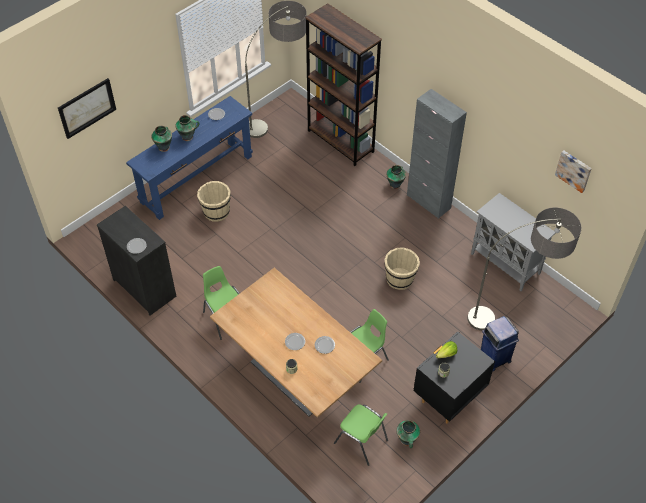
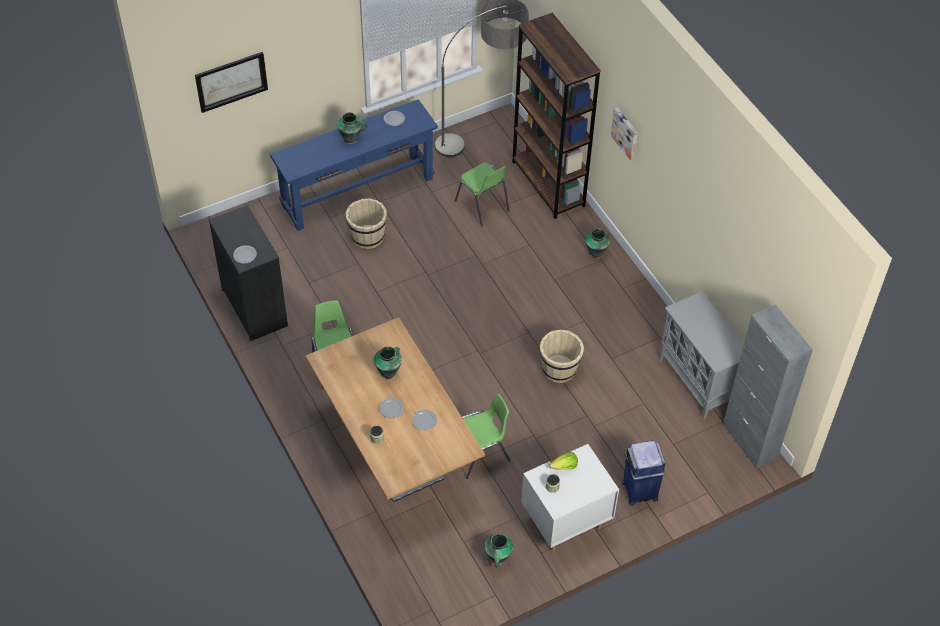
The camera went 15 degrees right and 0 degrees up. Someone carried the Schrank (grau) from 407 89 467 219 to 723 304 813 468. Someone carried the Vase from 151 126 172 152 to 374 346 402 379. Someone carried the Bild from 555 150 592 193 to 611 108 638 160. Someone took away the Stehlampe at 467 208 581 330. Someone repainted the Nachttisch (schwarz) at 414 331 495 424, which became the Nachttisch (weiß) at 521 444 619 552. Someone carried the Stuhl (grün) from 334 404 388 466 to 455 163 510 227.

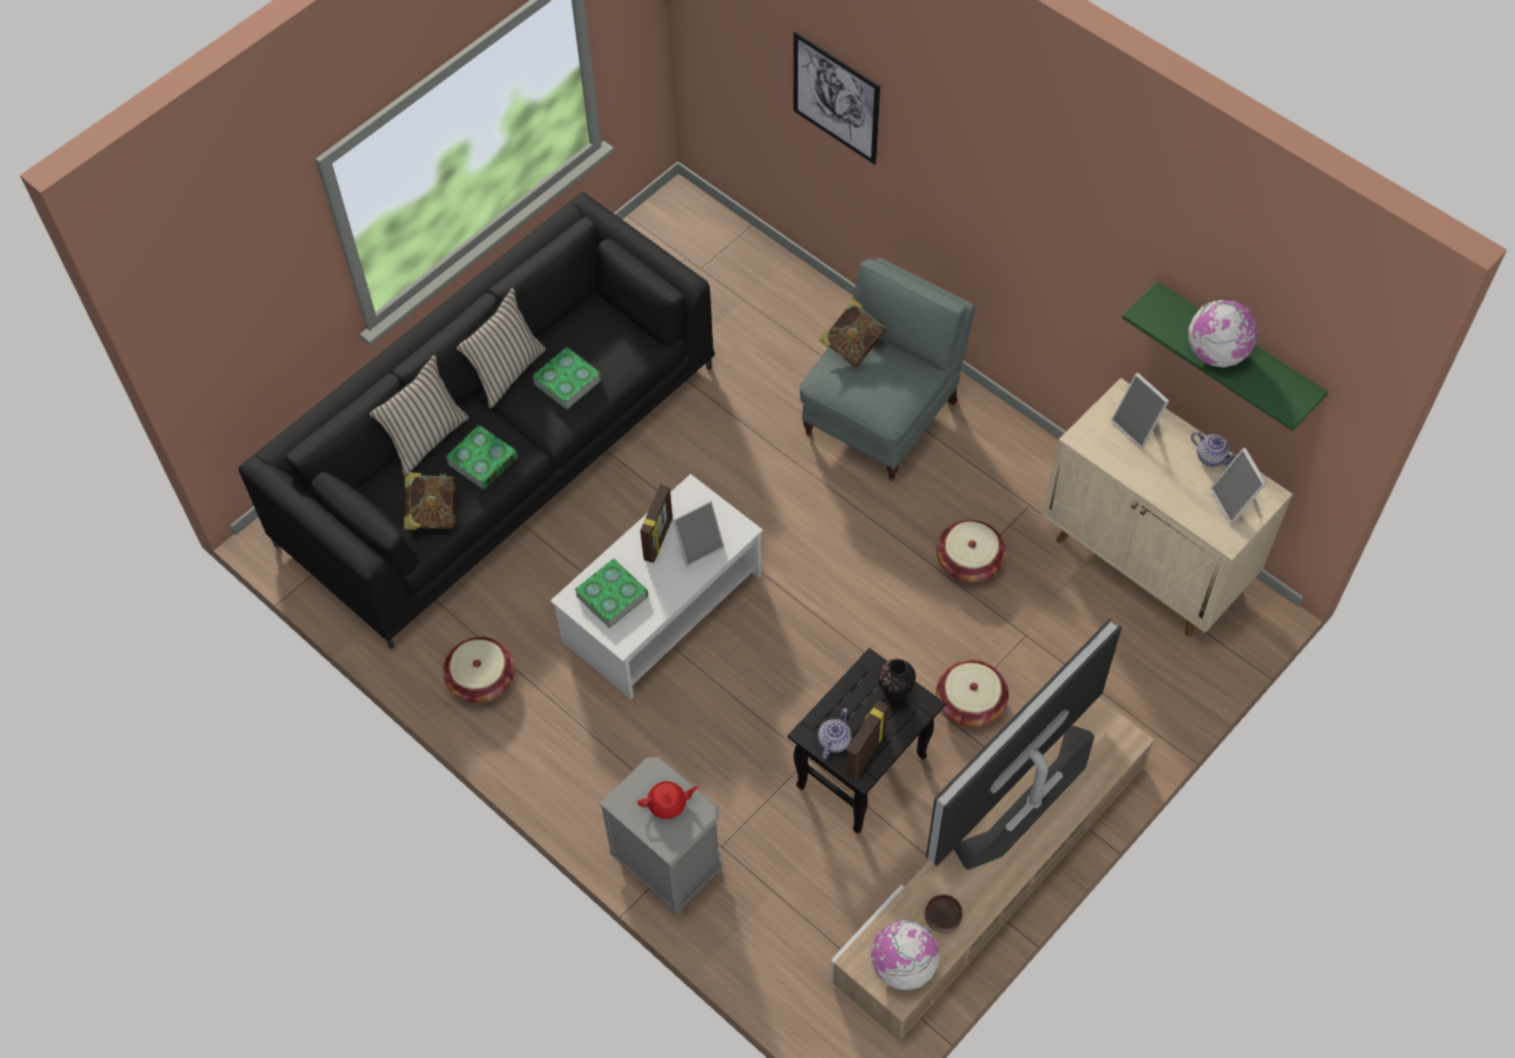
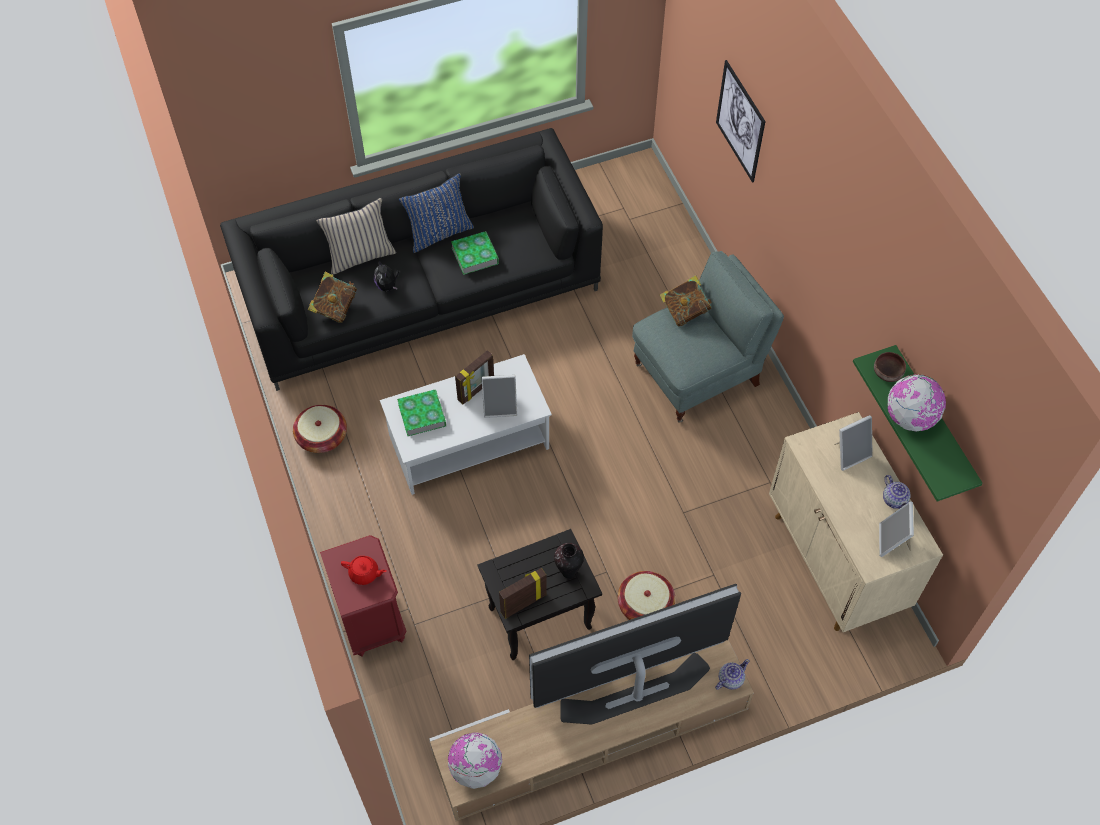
The camera went 25 degrees right and 0 degrees up. Someone repainted the Kissen (beige) at 456 287 546 408, which became the Kissen (blau) at 399 173 474 253. Someone rotated the Bilderrahmen at 1111 373 1169 449 by 105 degrees counterclockwise. Someone swapped the Buch at 446 425 517 490 for the Plüschtier at 374 260 399 291. Someone took away the Korb at 936 520 1006 582. Someone carried the Teekanne from 818 708 851 759 to 715 659 749 690. Someone repainted the Nachttisch (grau) at 599 757 723 913, which became the Nachttisch (rot) at 320 535 406 657. Someone carried the Schüssel (braun) from 924 894 962 933 to 874 352 906 382.

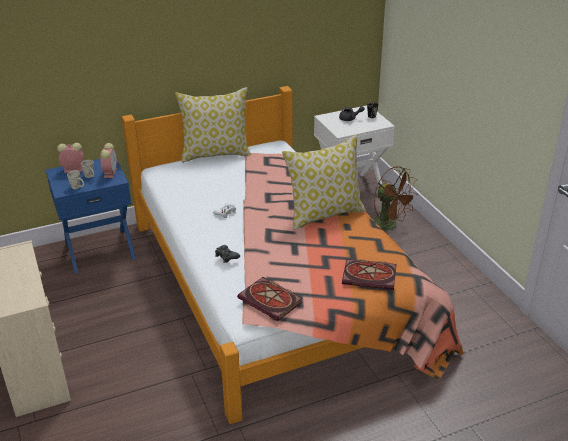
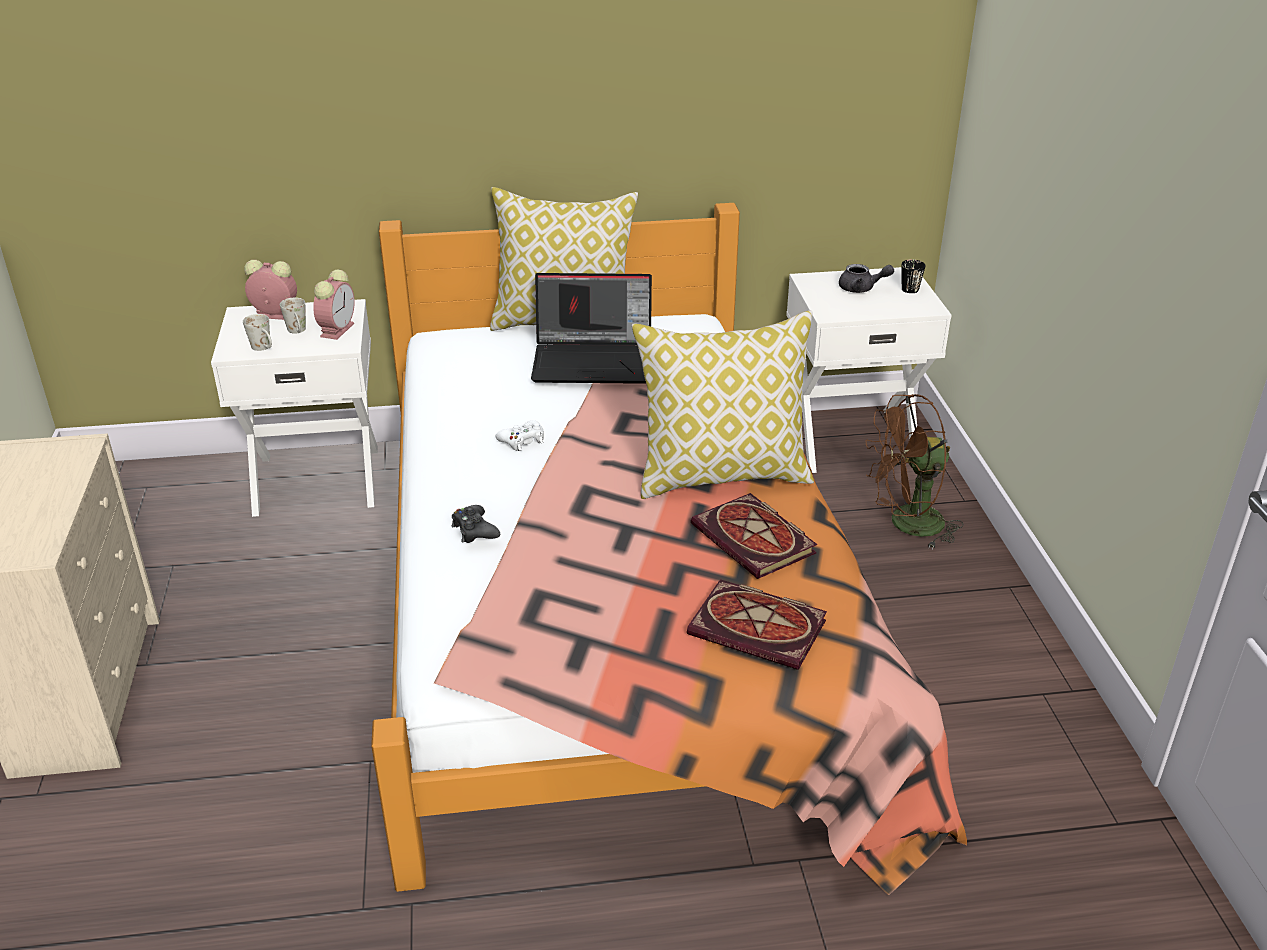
The camera went 15 degrees right and 0 degrees up. Someone repainted the Nachttisch (blau) at 46 159 136 274, which became the Nachttisch (weiß) at 211 299 378 517. Someone rotated the Ventilator (braun) at 373 166 418 230 by 105 degrees clockwise. Someone carried the Buch from 237 277 302 321 to 691 493 817 579. Someone put down the Laptop at 531 273 652 384.

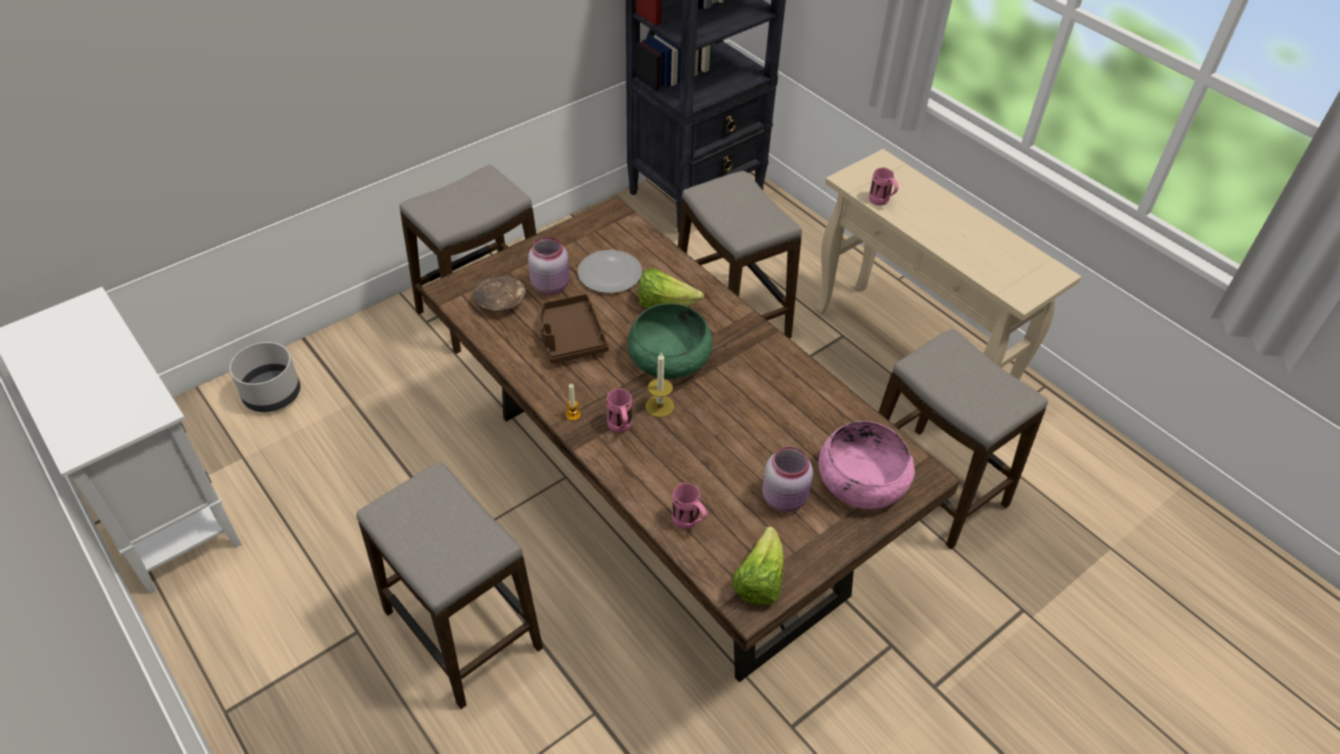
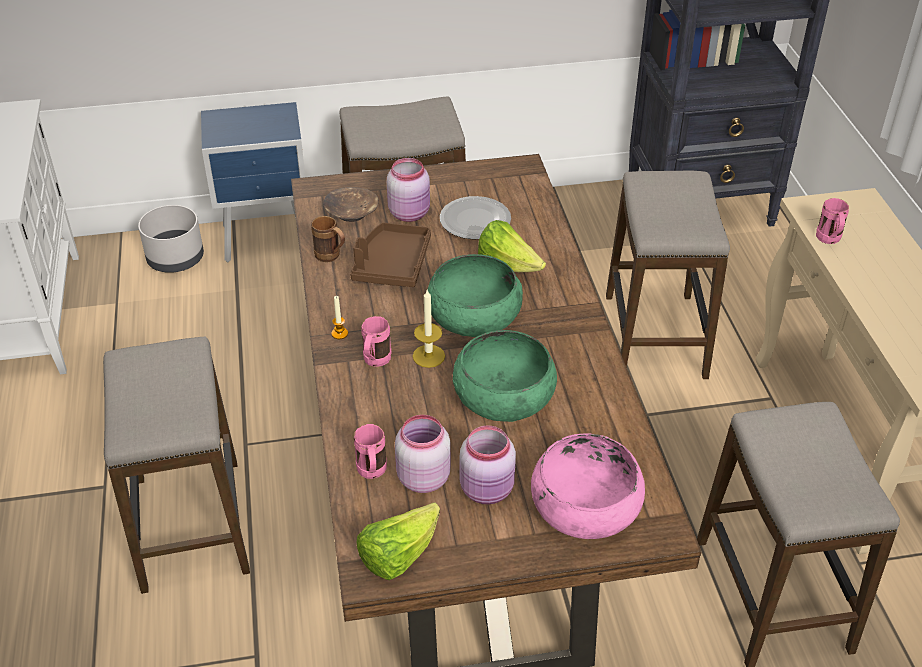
The camera went 30 degrees right and 5 degrees down. Someone put down the Nachttisch (blau) at 201 102 305 262. Someone put down the Henkelbecher (braun) at 311 216 345 262. Someone put down the Schüssel (grün) at 453 330 557 422. Someone put down the Vorratsglas (rosa) at 395 415 451 493.

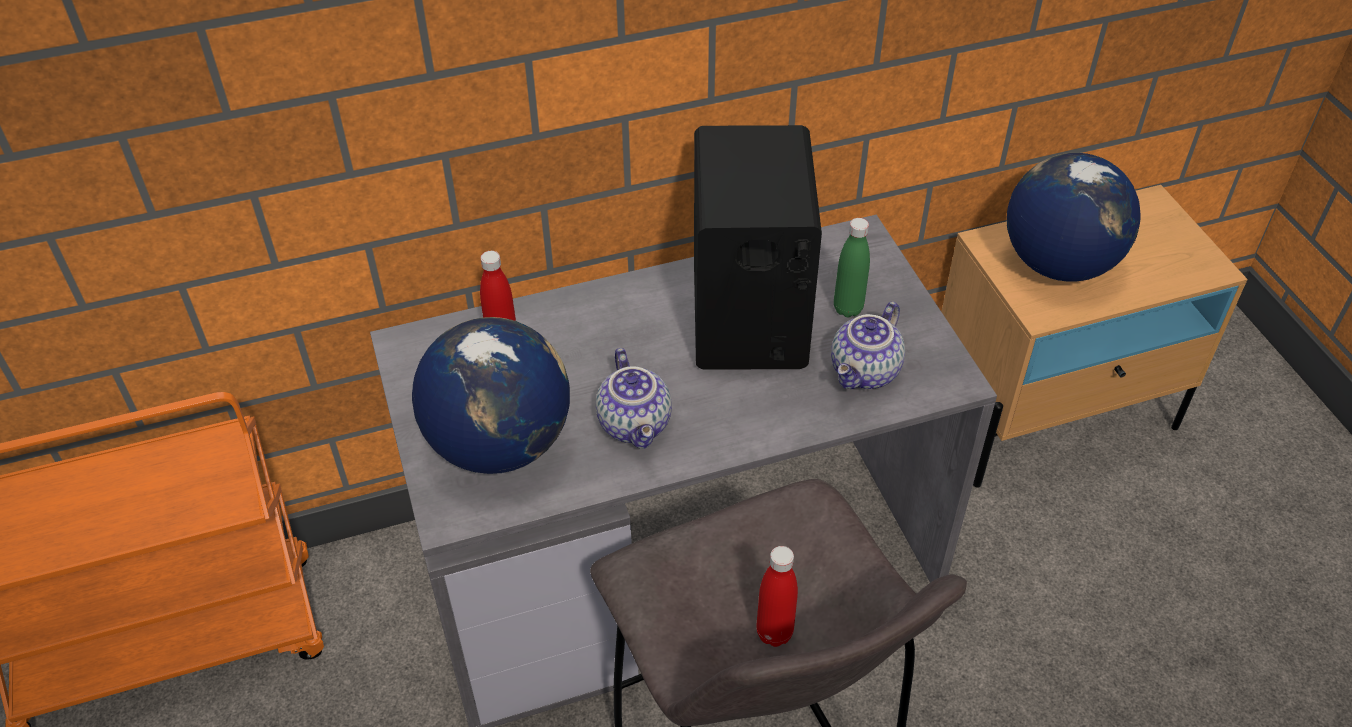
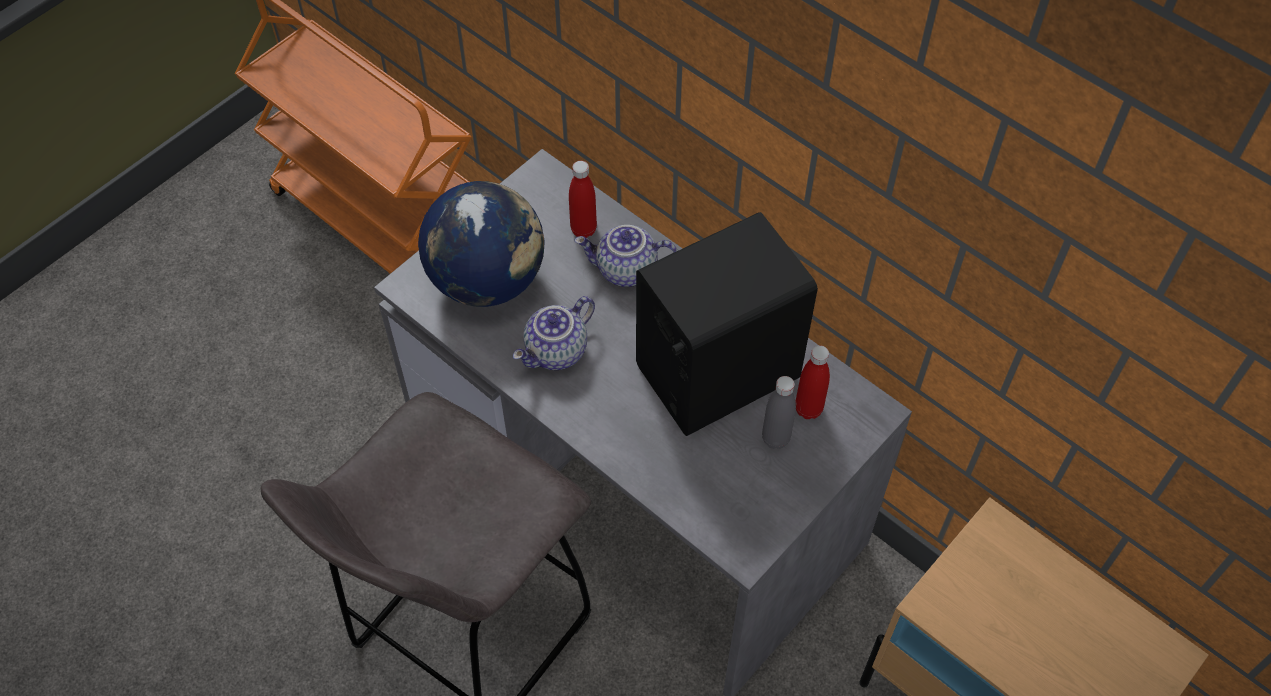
The camera went 60 degrees right and 10 degrees up. Someone took away the Globus at 1007 153 1141 282. Someone repainted the Flasche (grün) at 834 218 870 317, which became the Flasche (grau) at 762 376 796 449. Someone carried the Teekanne from 831 302 905 389 to 574 225 677 287. Someone carried the Flasche (rot) from 756 546 798 647 to 795 345 830 419.

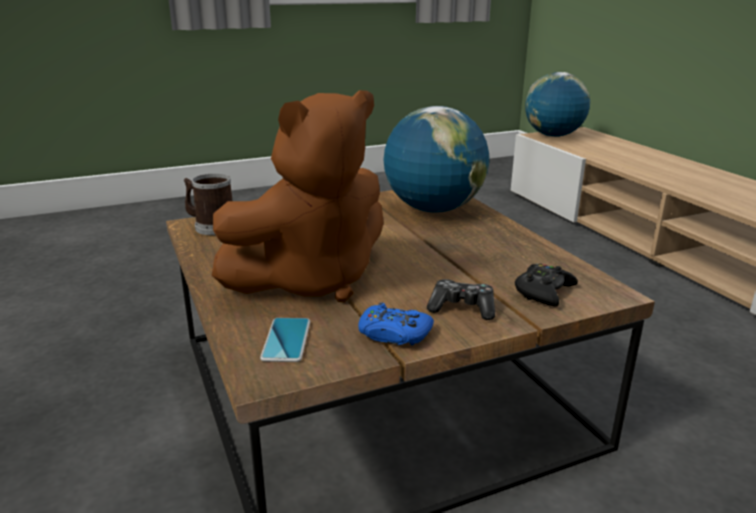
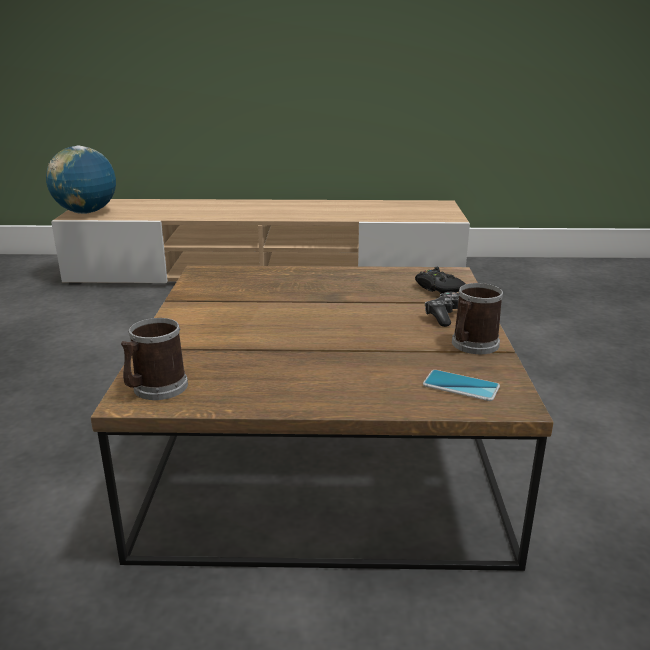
The camera went 65 degrees left and 0 degrees up. Someone took away the Plüschtier (braun) at 212 90 384 302. Someone took away the Globus at 383 106 489 213. Someone swapped the Gamepad (blau) at 358 303 434 345 for the Henkelbecher at 452 283 503 354.

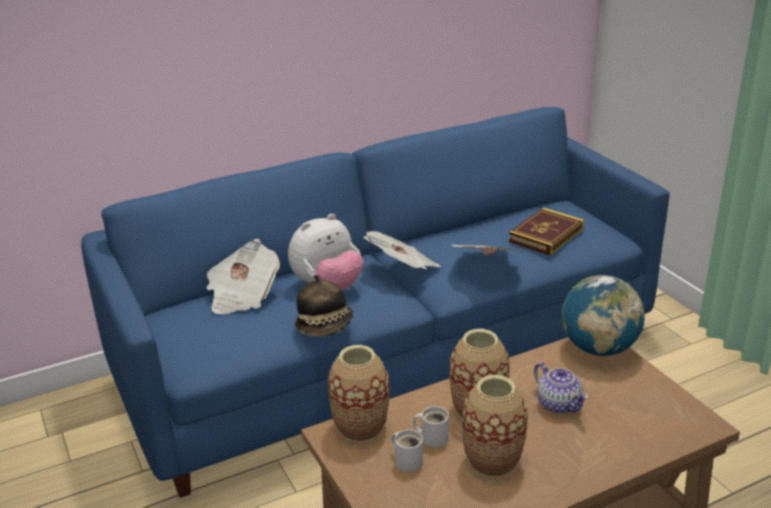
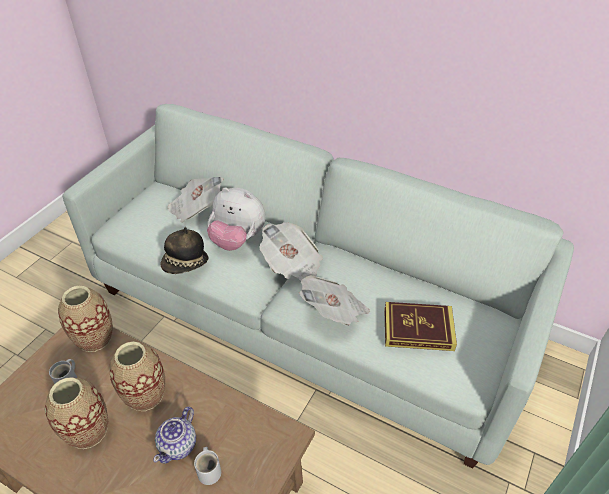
The camera went 55 degrees right and 15 degrees up. Someone repainted the Sofa (blau) at 81 107 670 498, which became the Sofa (weiß) at 62 104 574 469. Someone took away the Globus at 562 275 645 356. Someone carried the Henkelbecher (weiß) from 413 406 449 447 to 194 447 221 485.

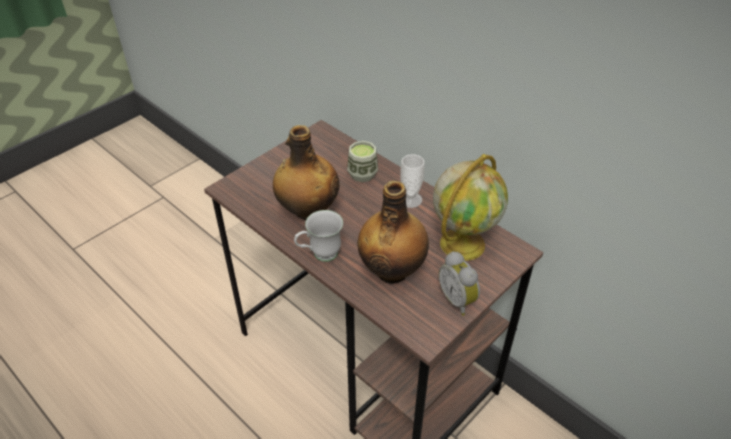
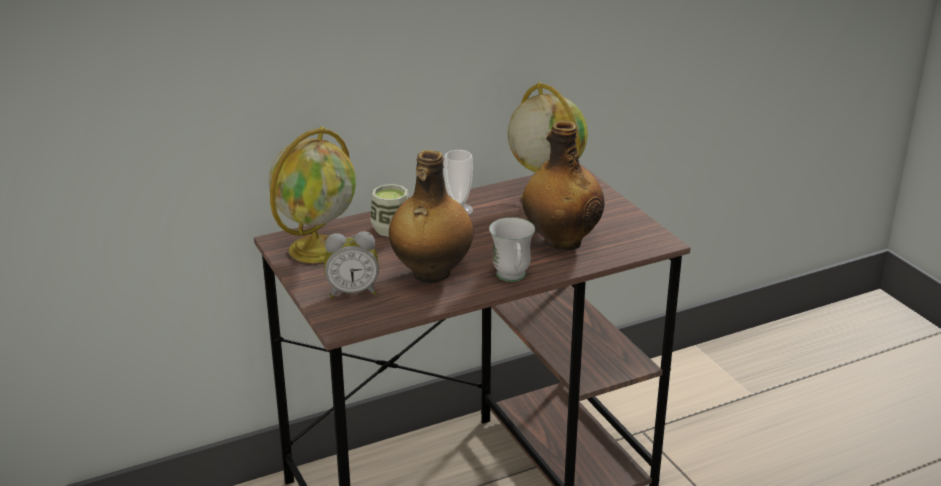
The camera went 70 degrees left and 15 degrees down. Someone carried the Wecker from 439 251 480 316 to 324 231 379 298. Someone put down the Globus at 268 127 356 263.

